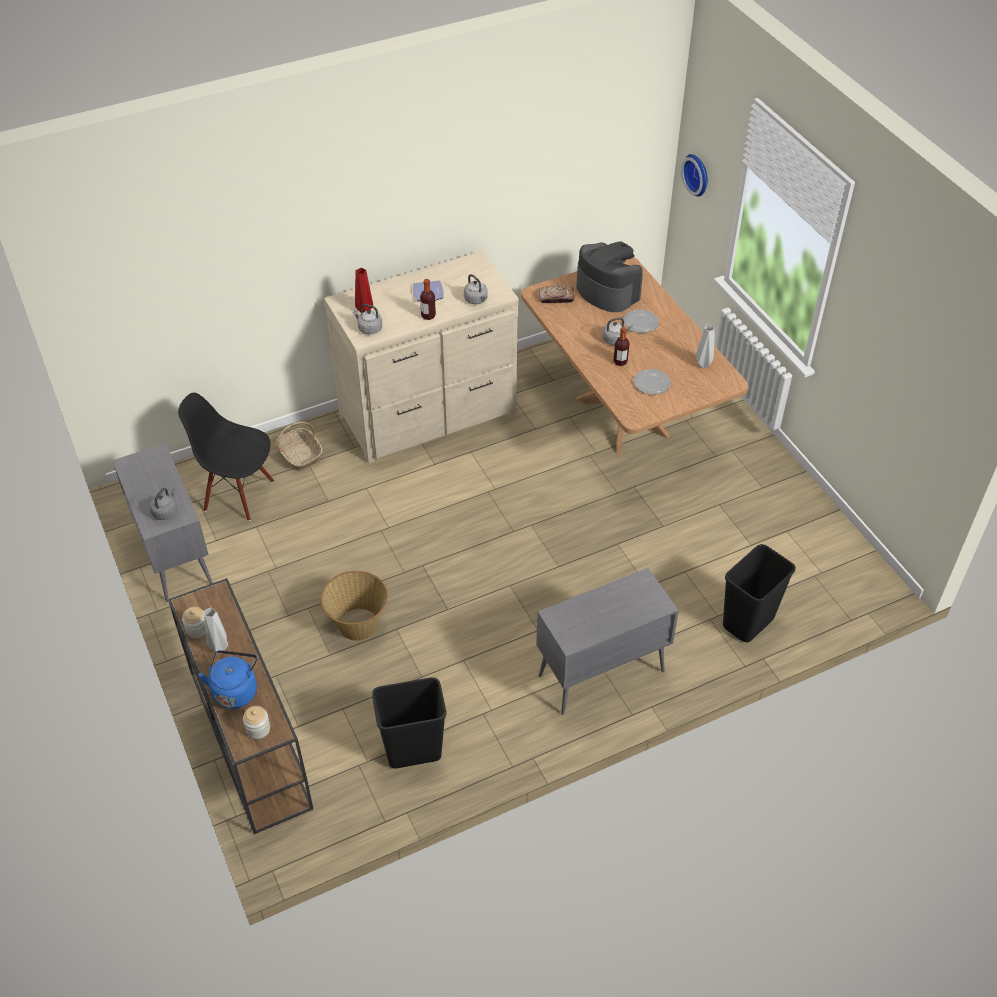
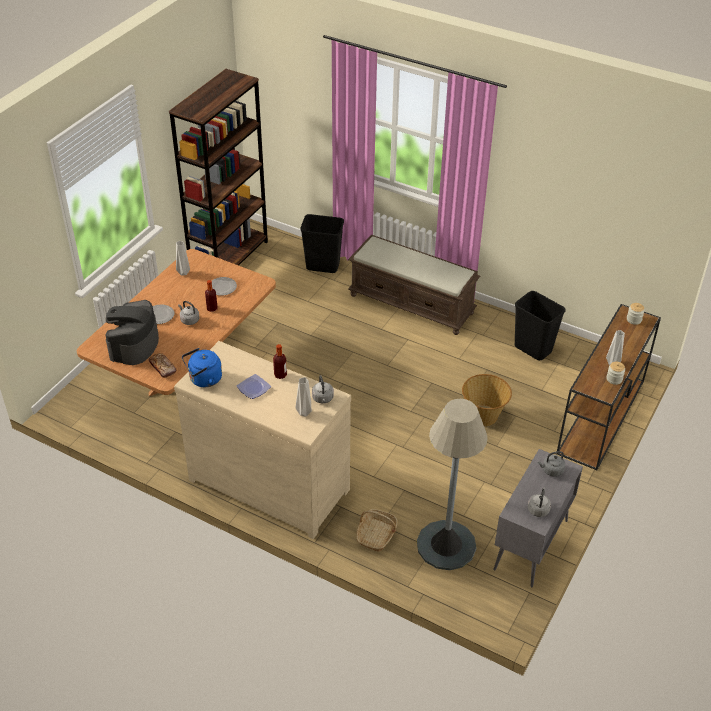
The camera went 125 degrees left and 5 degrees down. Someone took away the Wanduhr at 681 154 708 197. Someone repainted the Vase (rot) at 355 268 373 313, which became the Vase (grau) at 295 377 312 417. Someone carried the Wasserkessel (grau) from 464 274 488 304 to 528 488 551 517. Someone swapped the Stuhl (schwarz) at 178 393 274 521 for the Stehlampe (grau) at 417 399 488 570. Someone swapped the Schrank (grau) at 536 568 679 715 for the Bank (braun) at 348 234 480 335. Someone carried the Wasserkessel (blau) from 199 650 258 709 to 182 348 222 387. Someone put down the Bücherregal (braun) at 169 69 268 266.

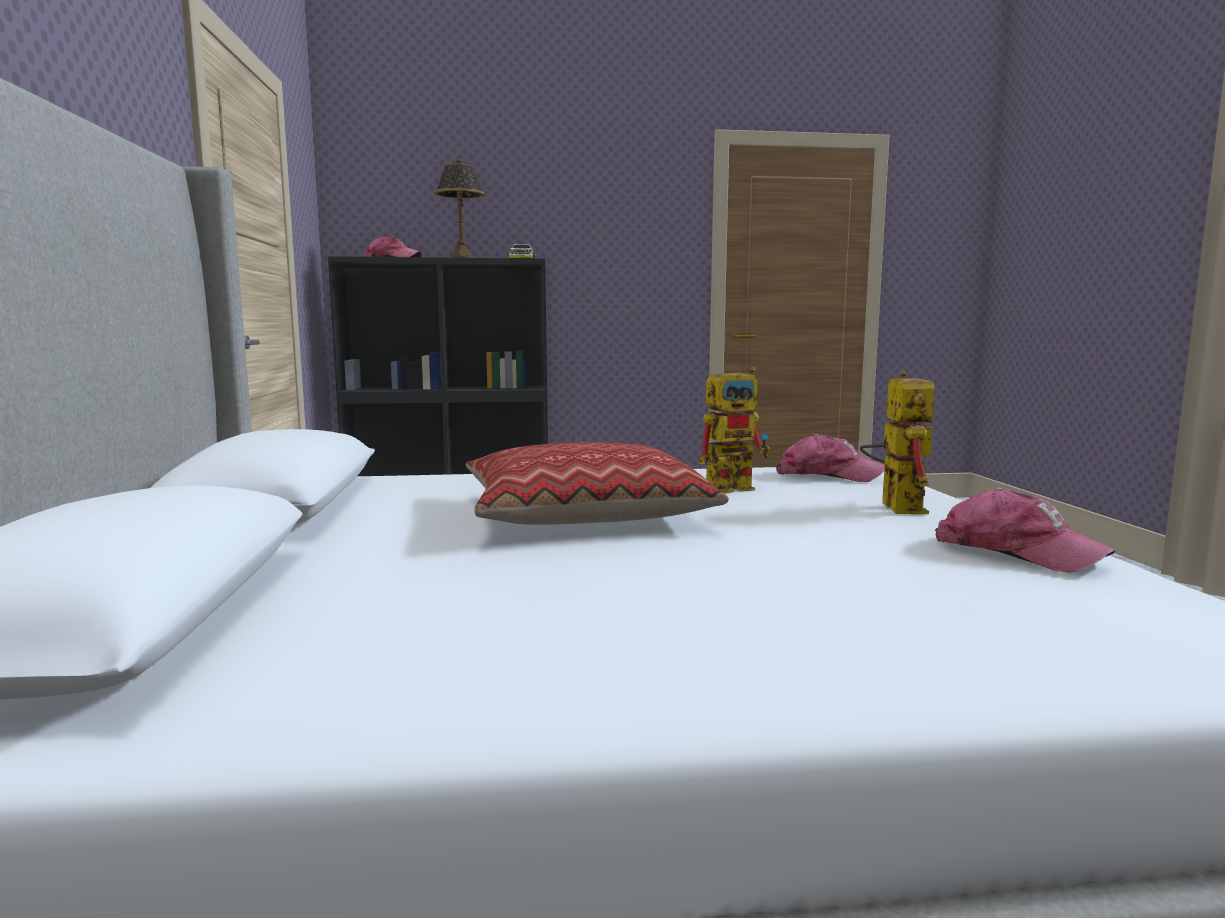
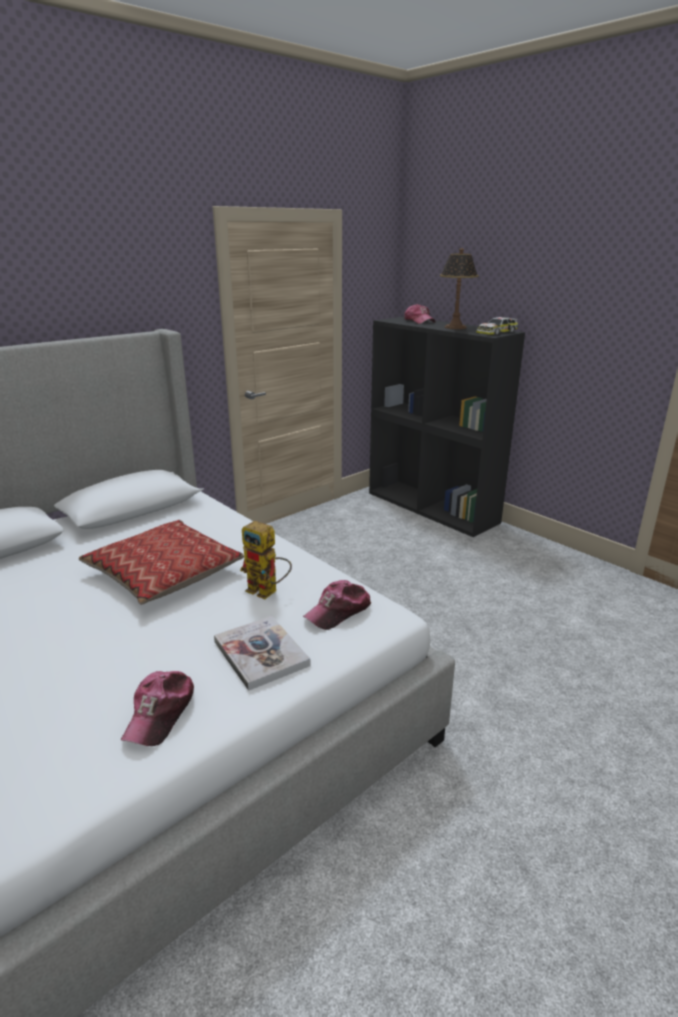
The camera went 55 degrees right and 15 degrees up. Someone swapped the Spielzeugroboter at 860 371 935 514 for the Buch at 214 616 311 691. Someone rotated the Kappe at 776 434 885 482 by 60 degrees clockwise.

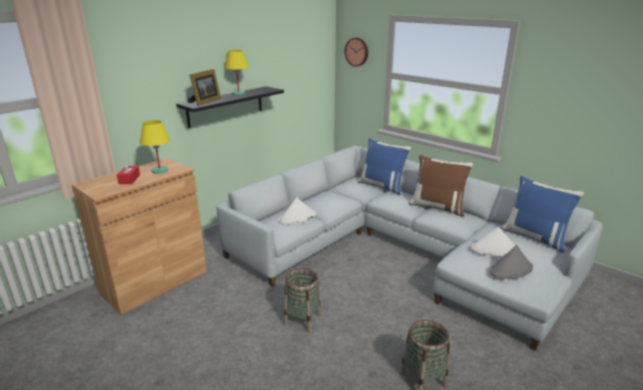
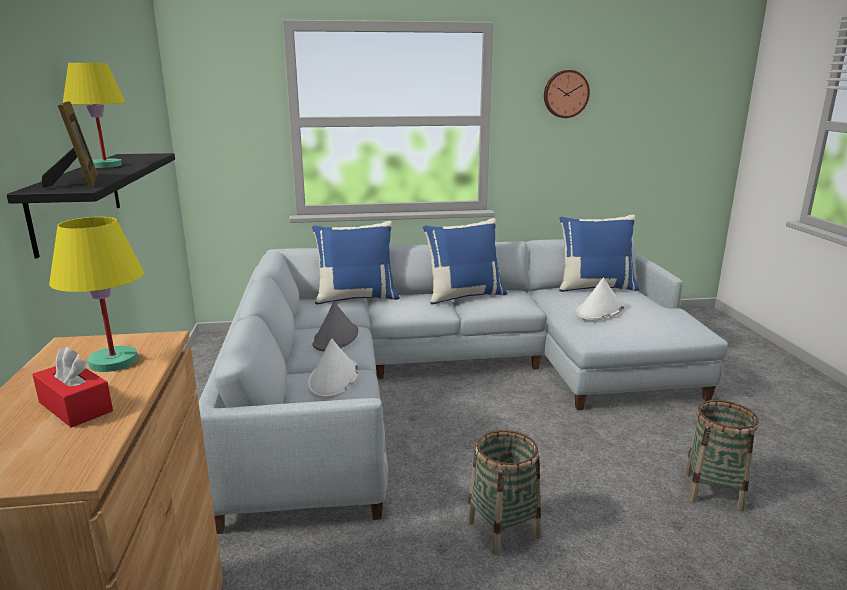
The camera went 50 degrees left and 5 degrees down. Someone carried the Wanduhr from 345 38 368 67 to 544 70 590 118. Someone repainted the Kissen (braun) at 409 155 473 217, which became the Kissen (blau) at 423 218 507 304. Someone carried the Hut (grau) from 490 245 533 279 to 312 301 358 352.

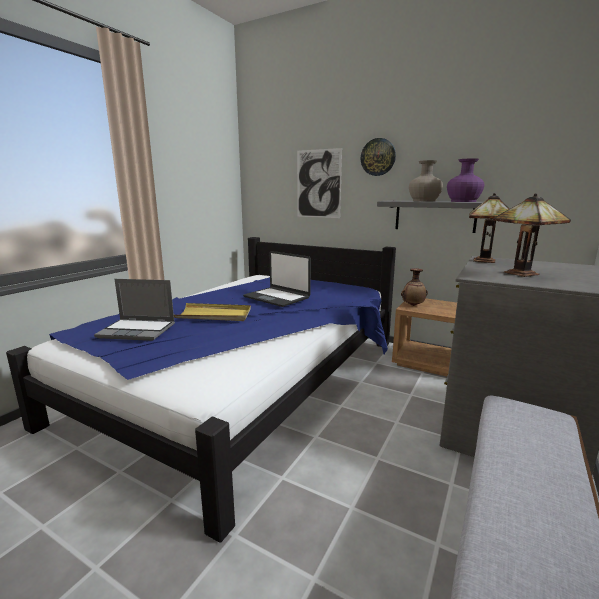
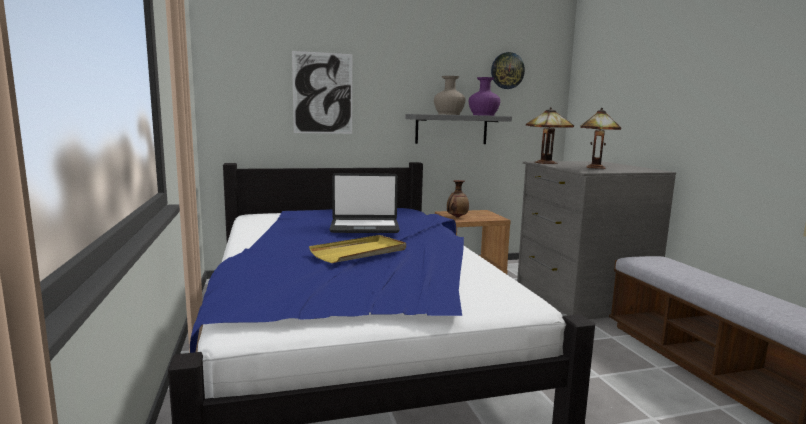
The camera went 45 degrees left and 5 degrees down. Someone carried the Wanduhr from 361 138 396 176 to 491 52 525 89. Someone took away the Laptop at 94 279 175 341.

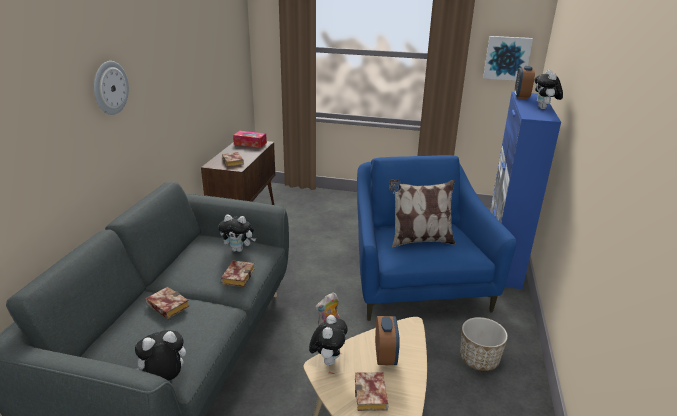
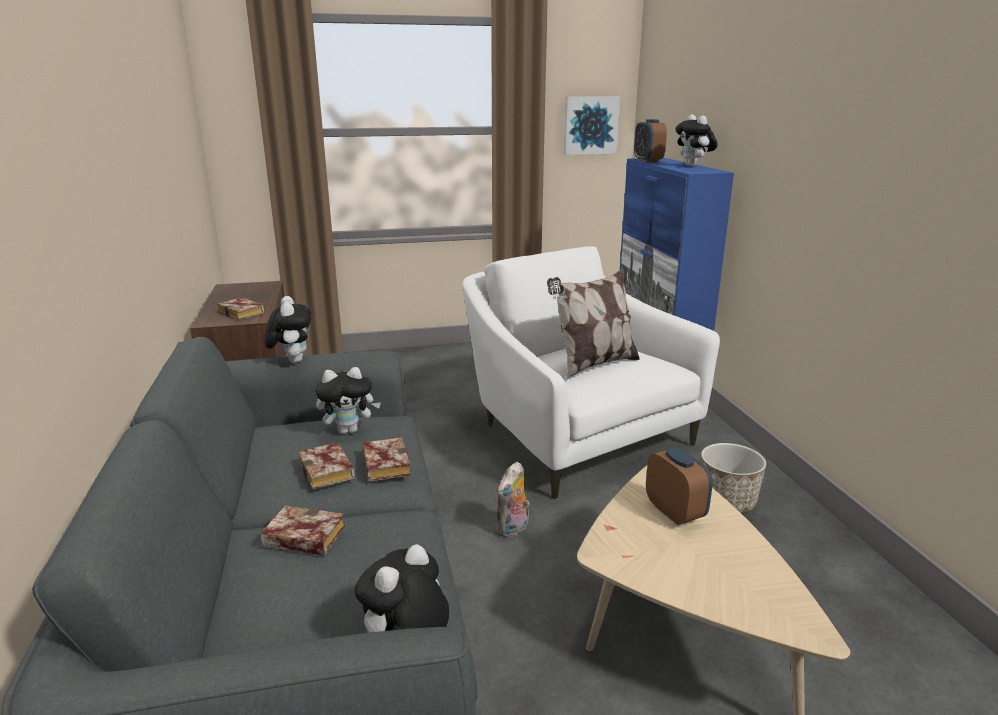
The camera went 25 degrees left and 5 degrees down. Someone took away the Wanduhr at 94 61 129 115. Someone took away the Taschentuchbox at 233 131 267 148. Someone repainted the Sessel (blau) at 357 155 517 321, which became the Sessel (weiß) at 462 246 720 499. Someone carried the Plüschtier from 309 315 348 365 to 264 296 311 363. Someone carried the Buch from 355 372 388 411 to 298 442 355 489.

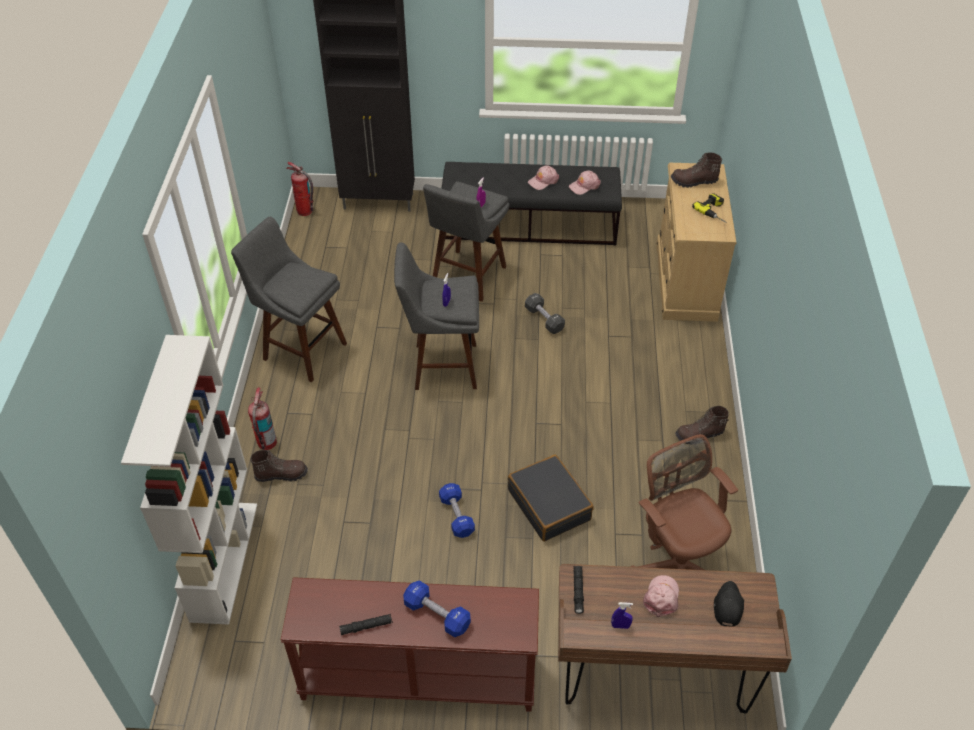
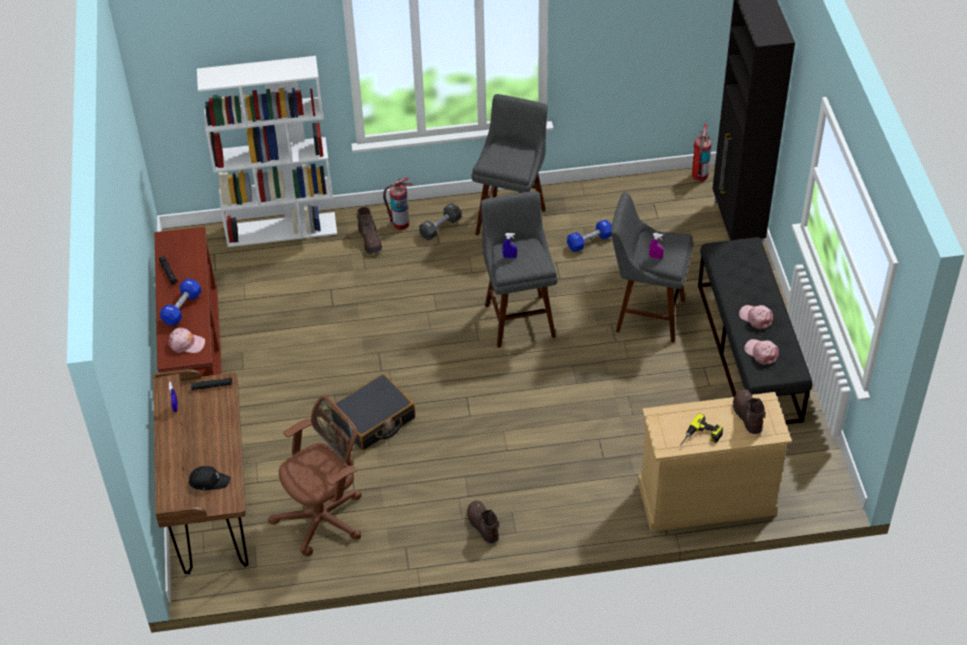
The camera went 80 degrees right and 0 degrees up. Someone carried the Hantel (schwarz) from 525 293 565 334 to 419 203 461 240. Someone carried the Hantel (blau) from 439 483 475 538 to 567 220 612 252. Someone carried the Kappe (rosa) from 643 575 679 617 to 168 328 205 353.

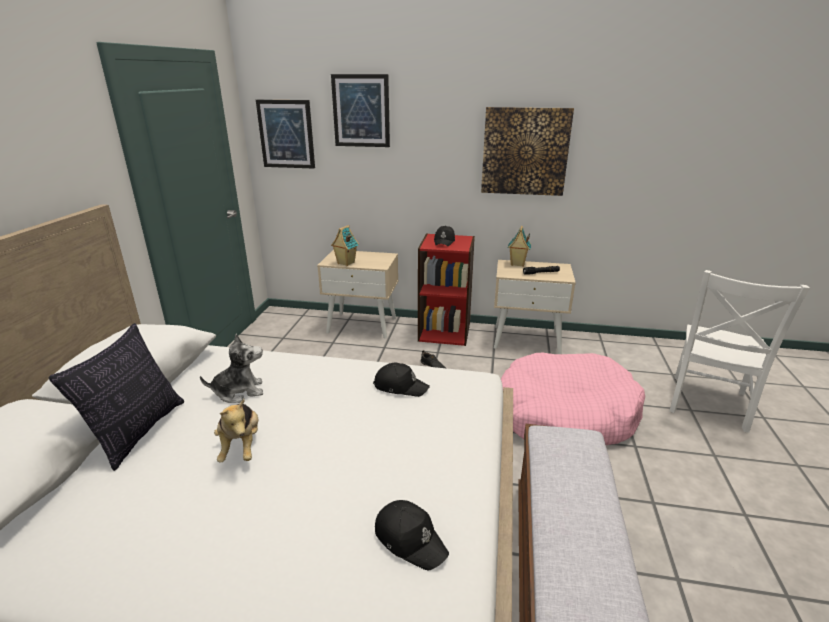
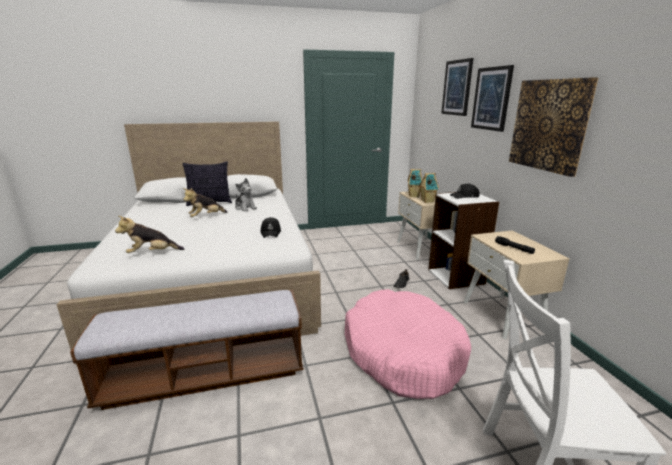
The camera went 65 degrees right and 5 degrees down. Someone carried the Bild from 256 100 315 169 to 471 65 514 132. Someone carried the Spielzeughaus from 508 226 531 267 to 419 173 439 203. Someone repainted the Bücherregal (rot) at 418 233 475 346, which became the Bücherregal (weiß) at 428 192 499 289. Someone swapped the Kappe (schwarz) at 375 500 449 571 for the Plüschtier at 115 216 184 253.

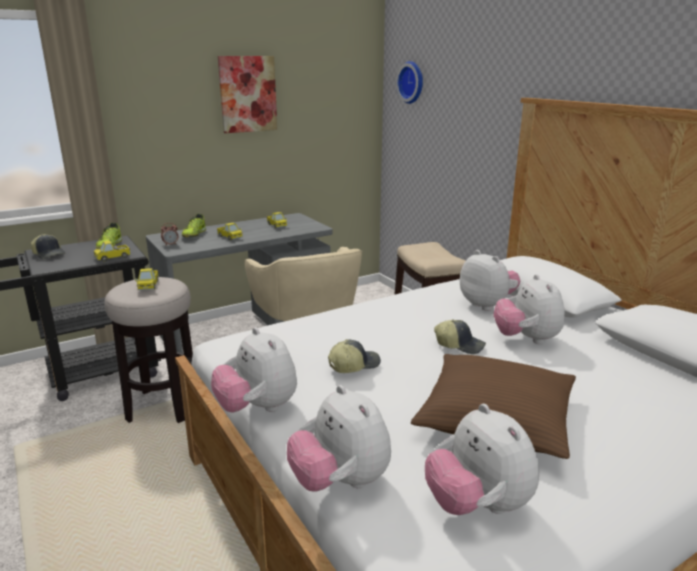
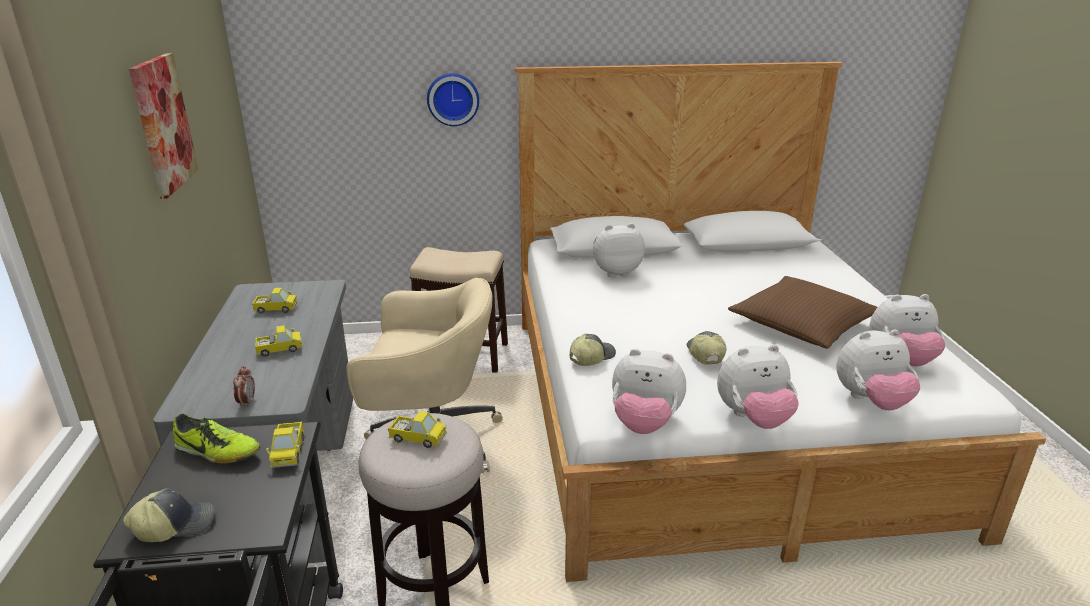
The camera went 65 degrees left and 5 degrees up. Someone carried the Wanduhr from 396 61 423 104 to 427 73 479 126. Someone took away the Schuh at 182 214 206 237. Someone carried the Plüschtier from 494 274 565 344 to 612 349 686 434. Someone carried the Kappe from 434 319 486 354 to 570 334 616 366.

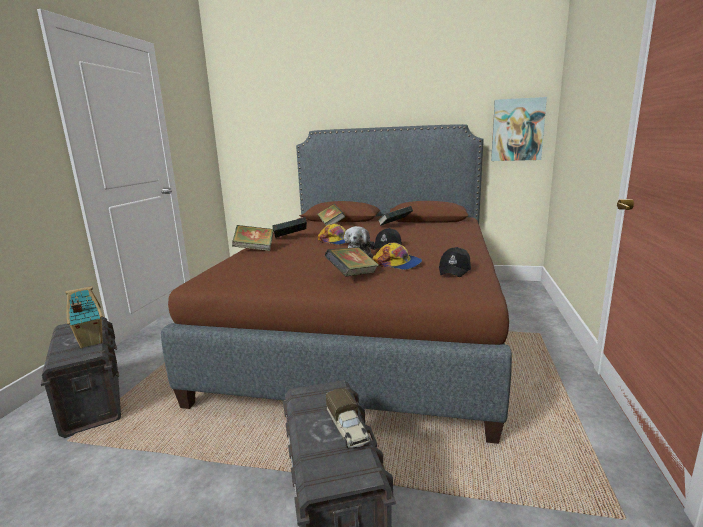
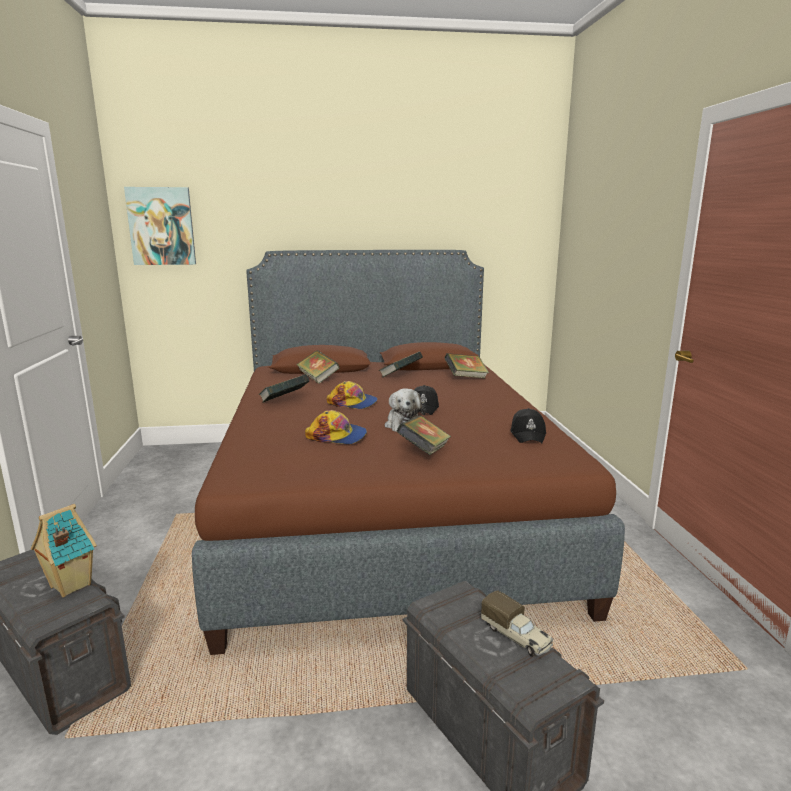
The camera went 20 degrees left and 0 degrees up. Someone carried the Bild from 491 97 547 161 to 124 187 196 265. Someone carried the Buch from 232 225 273 251 to 445 353 489 378. Someone carried the Kappe from 373 242 422 270 to 305 410 367 444.

